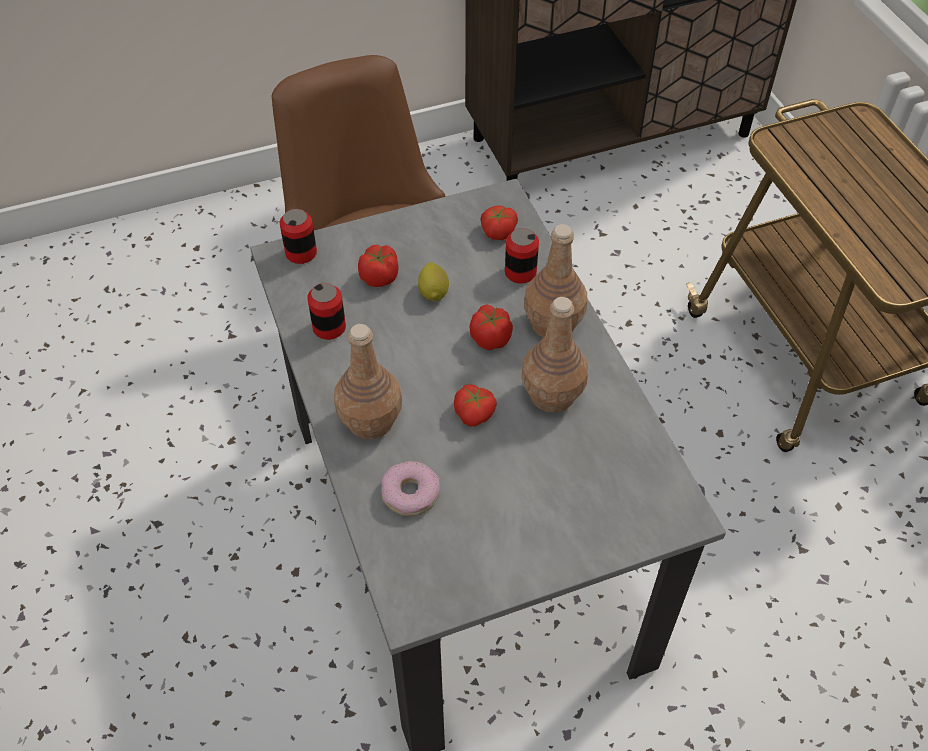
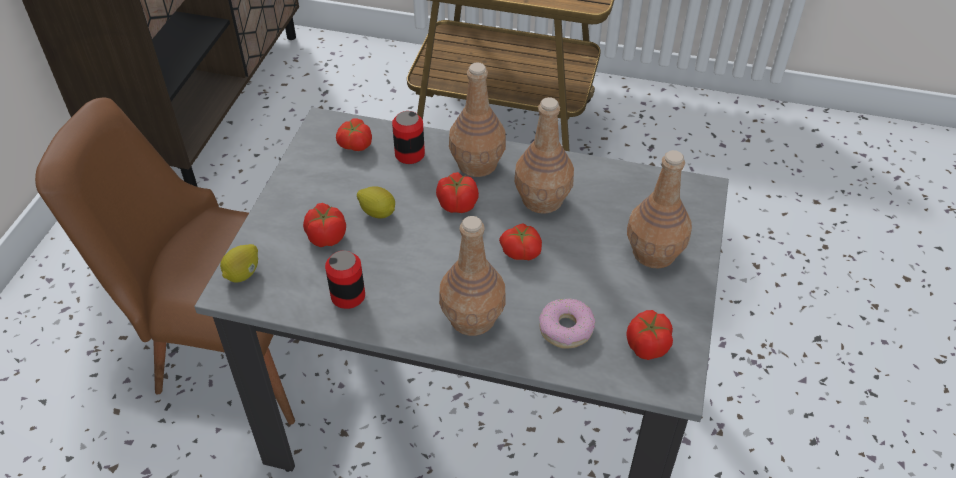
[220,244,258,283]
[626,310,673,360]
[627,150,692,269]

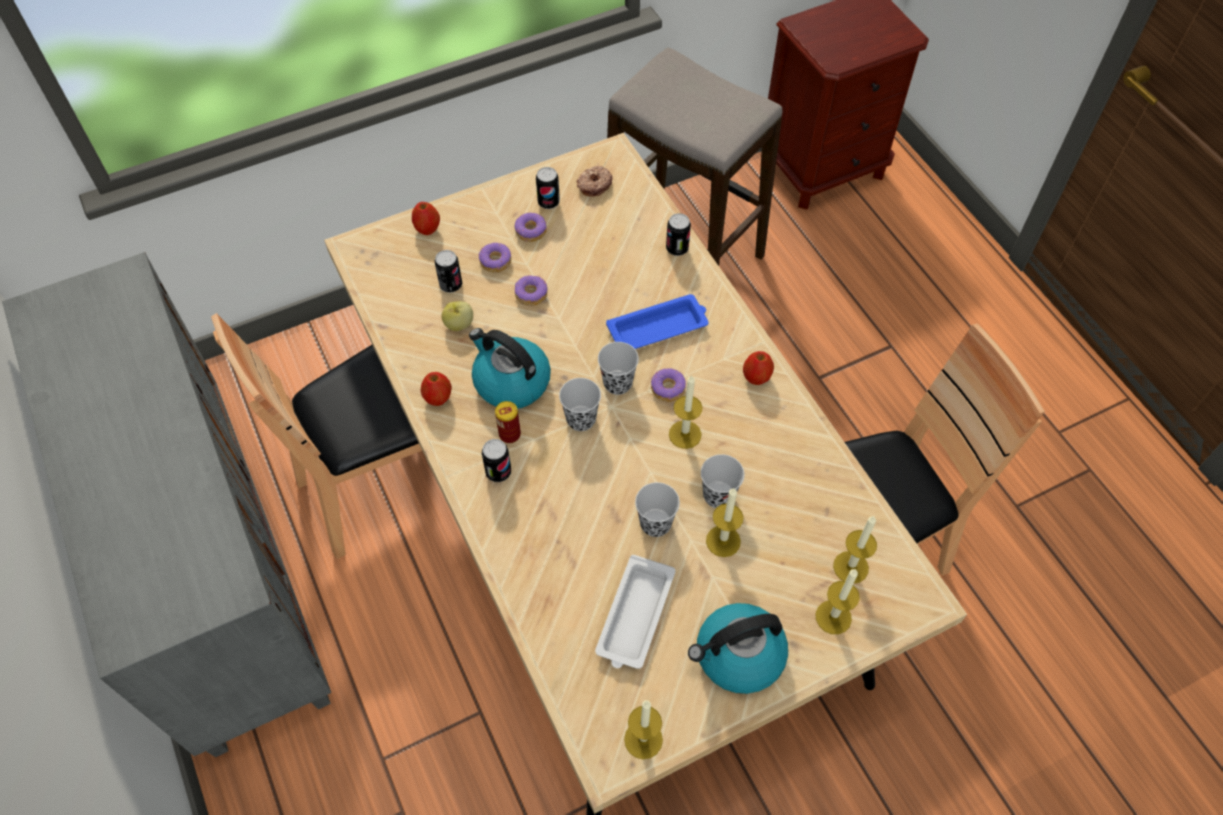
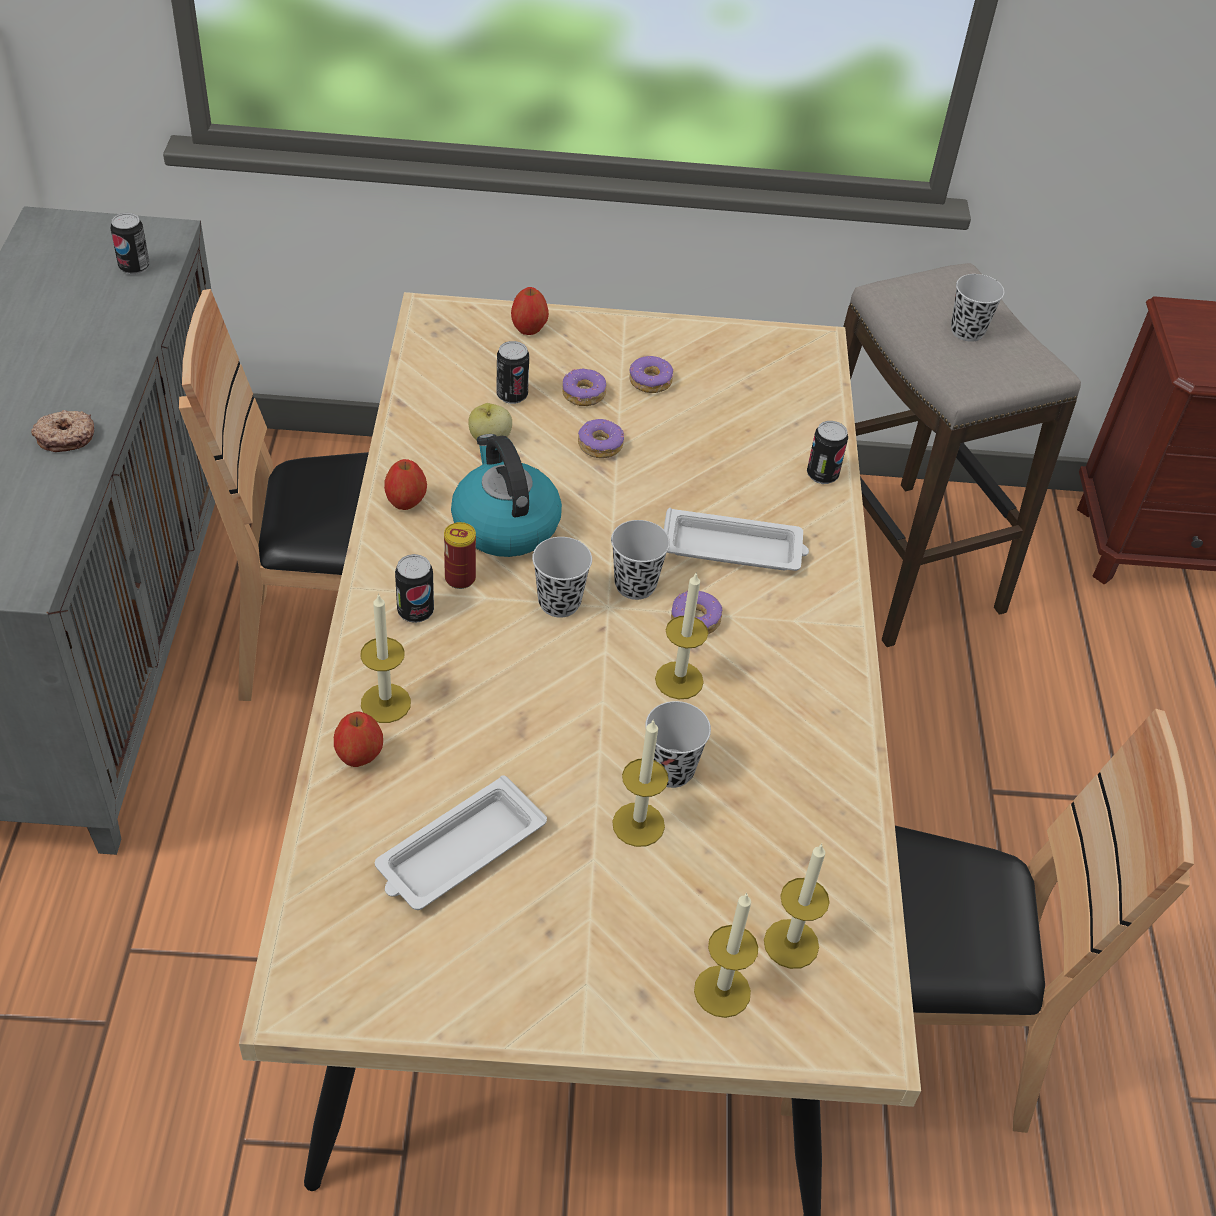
[31,410,94,452]
[110,213,150,275]
[334,711,383,767]
[360,593,411,723]
[664,508,809,571]
[951,274,1004,342]
[688,603,788,694] (first image)

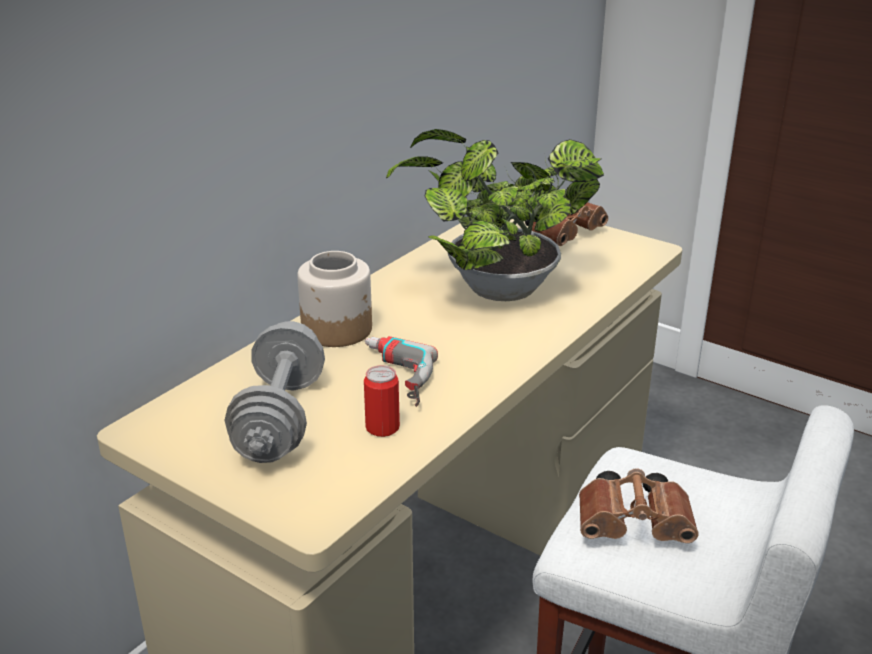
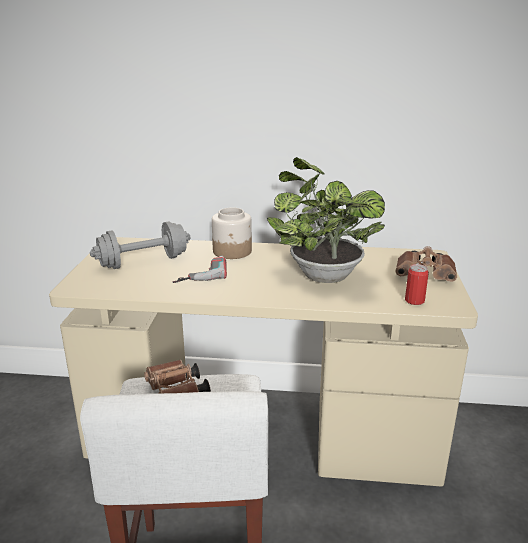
[405,264,429,305]

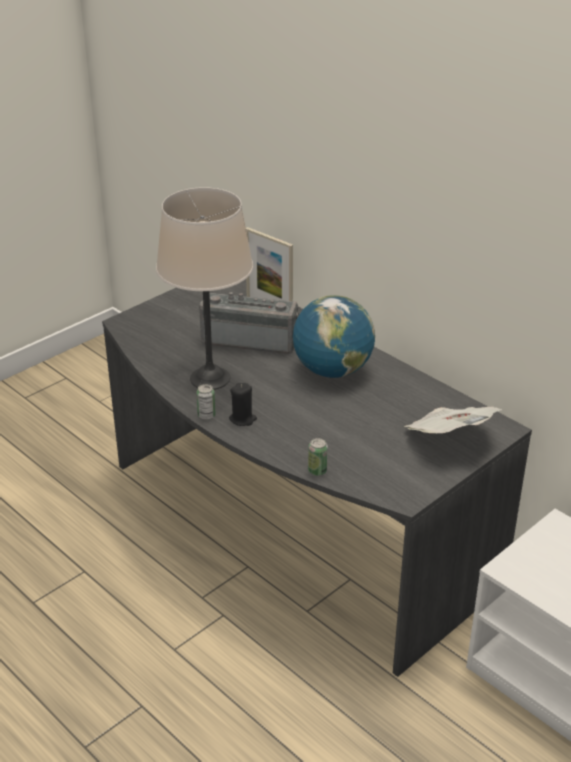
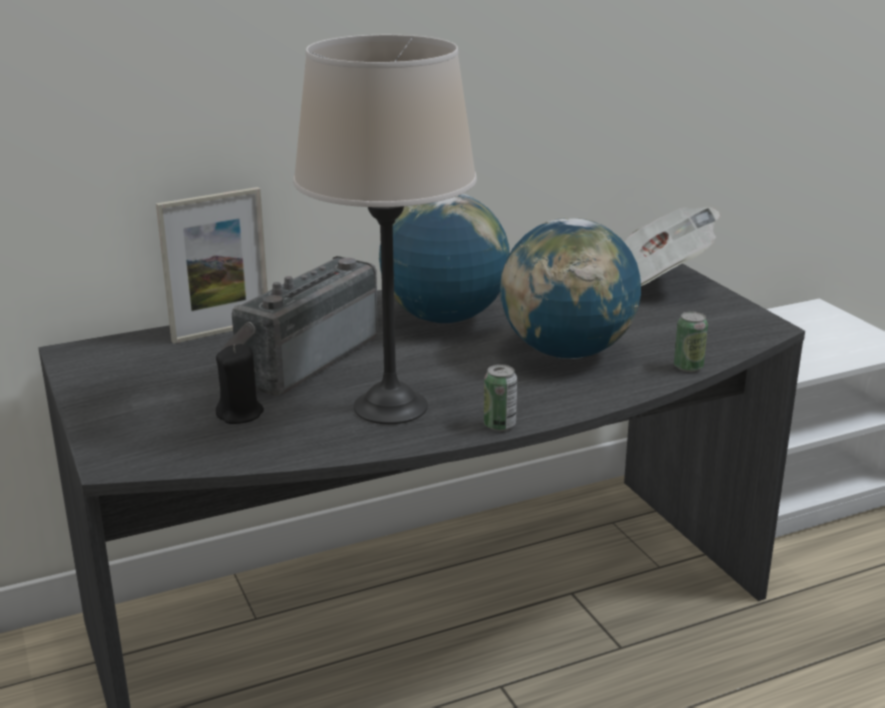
[216,344,264,424]
[500,218,641,359]

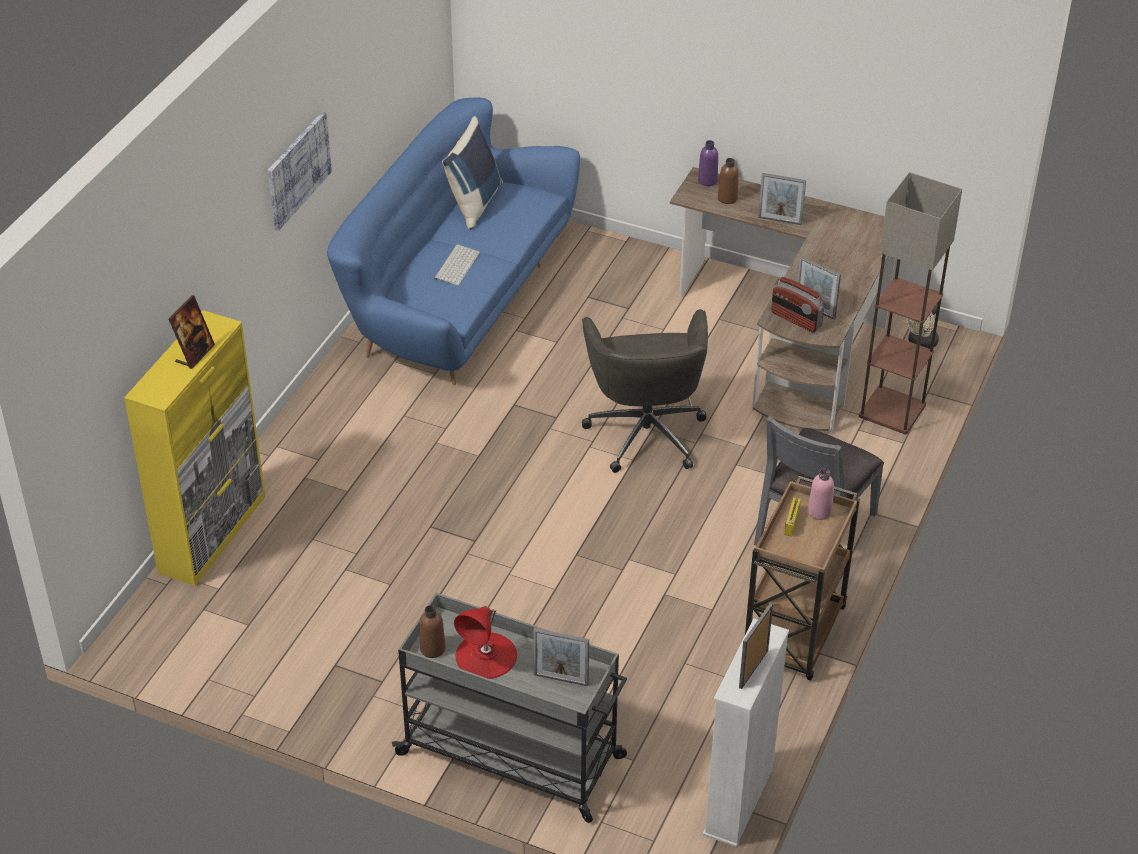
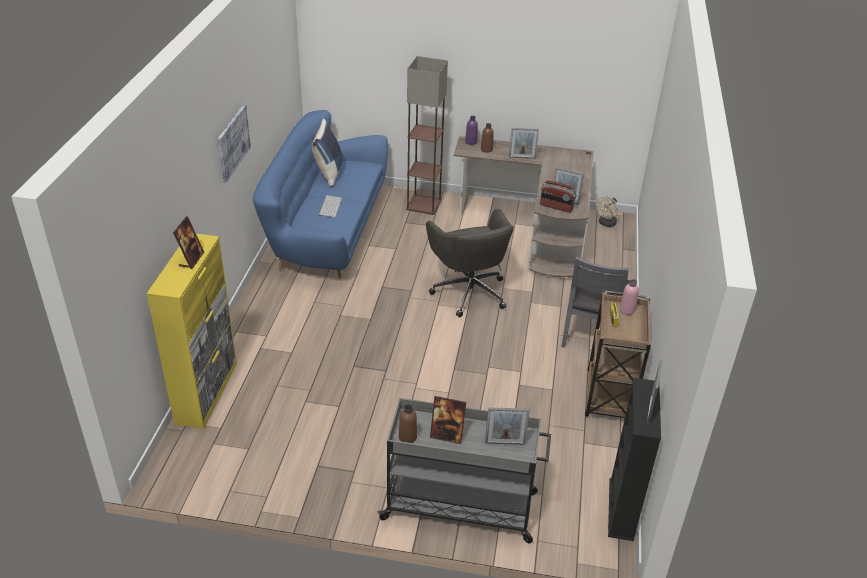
[406,56,448,215]
[430,396,466,444]
[608,378,661,541]

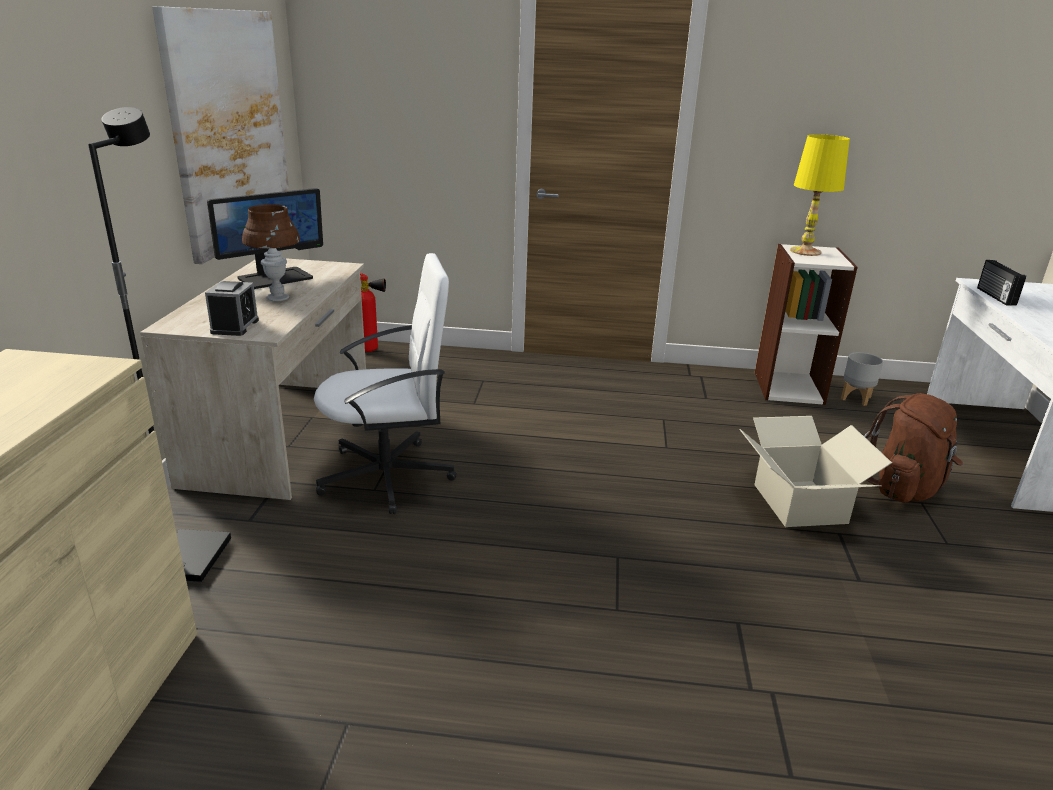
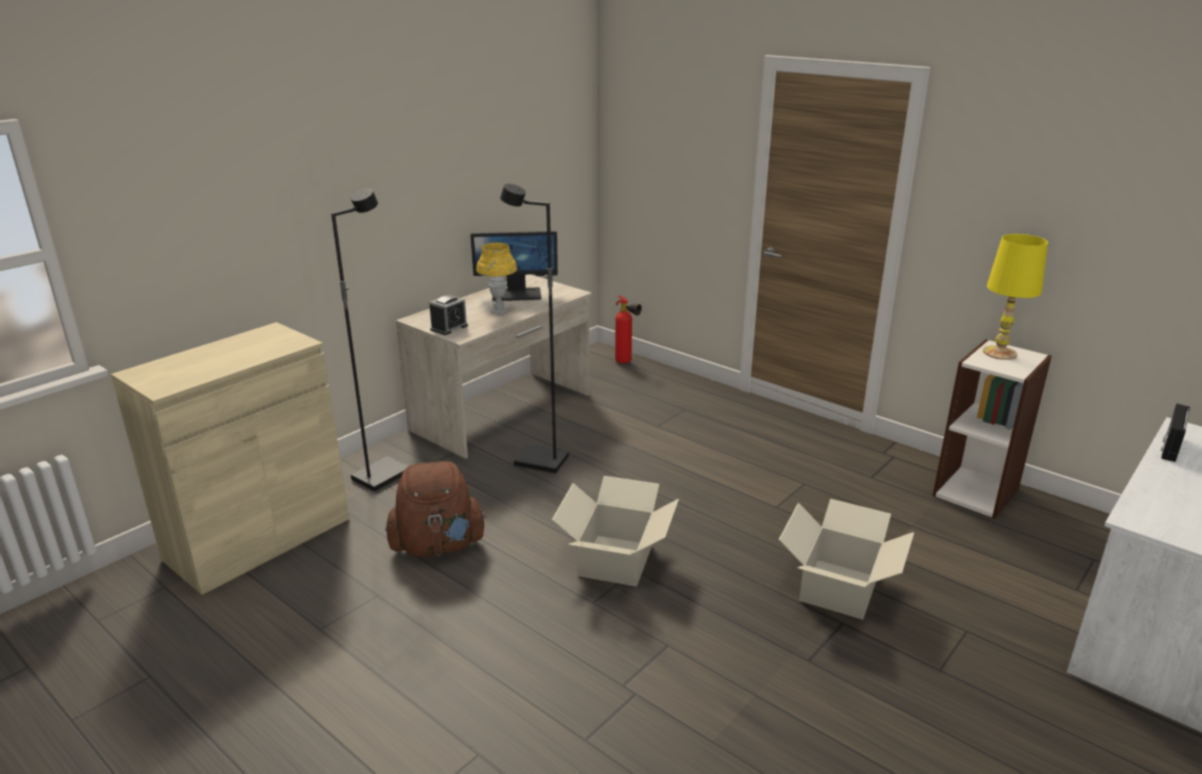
[386,461,486,557]
[476,243,517,314]
[500,184,569,474]
[552,476,679,587]
[152,6,289,264] (first image)
[841,352,883,406] (first image)

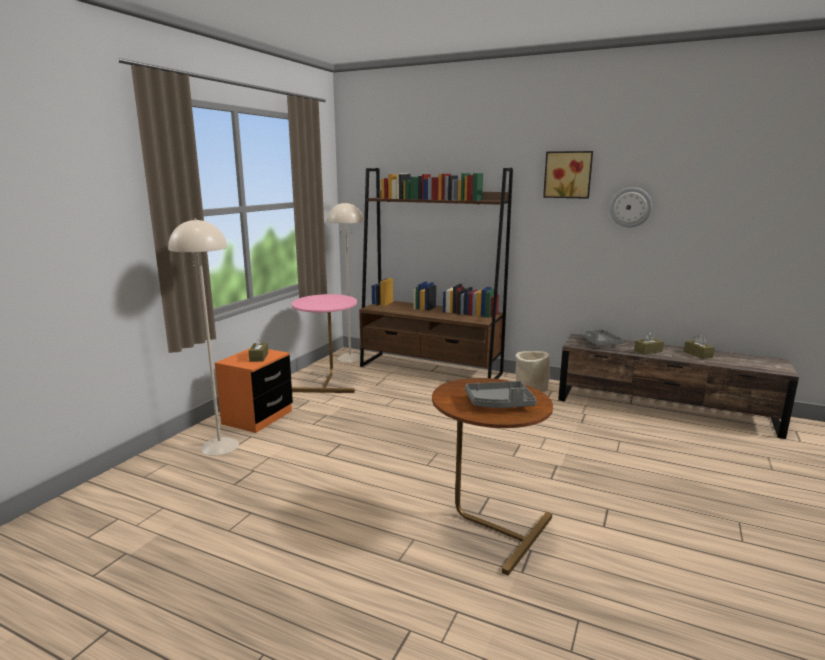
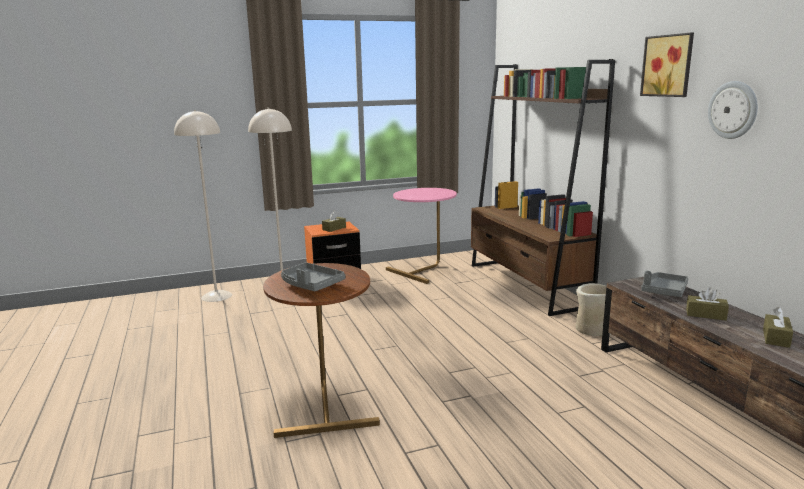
[174,110,232,302]

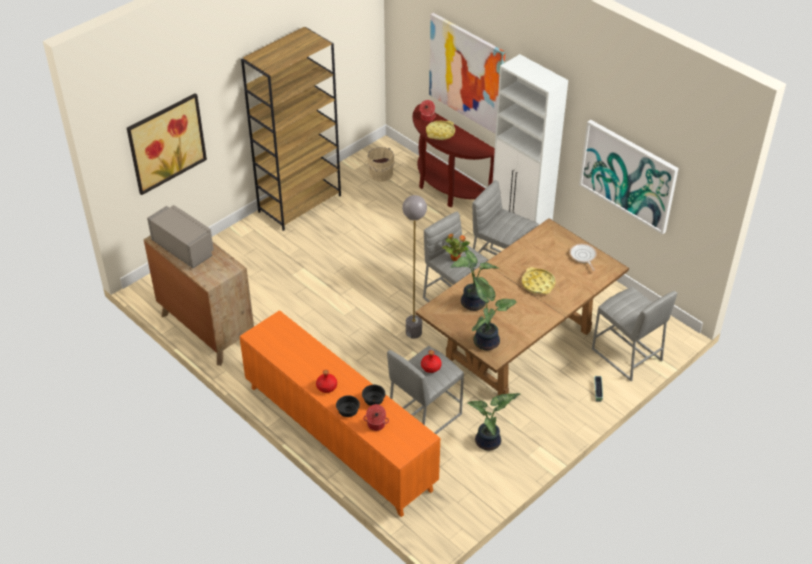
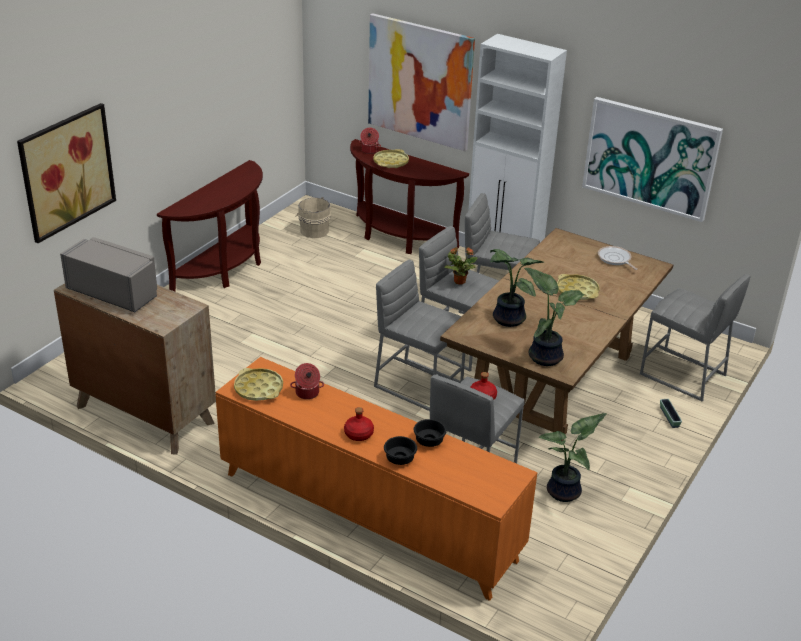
[157,160,263,292]
[234,368,283,401]
[290,363,324,399]
[374,260,465,411]

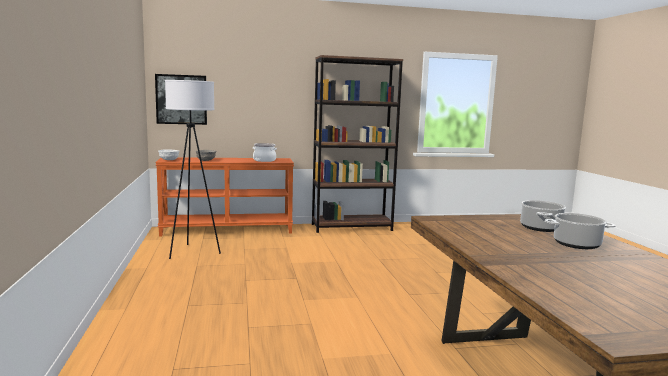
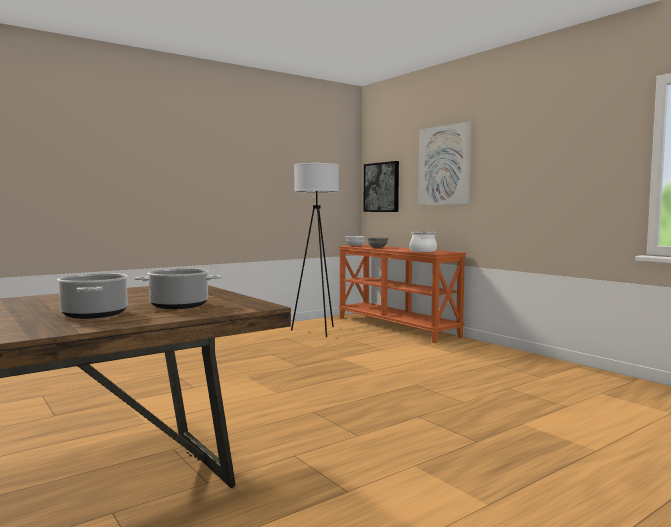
[418,121,472,205]
[312,55,403,233] (first image)

